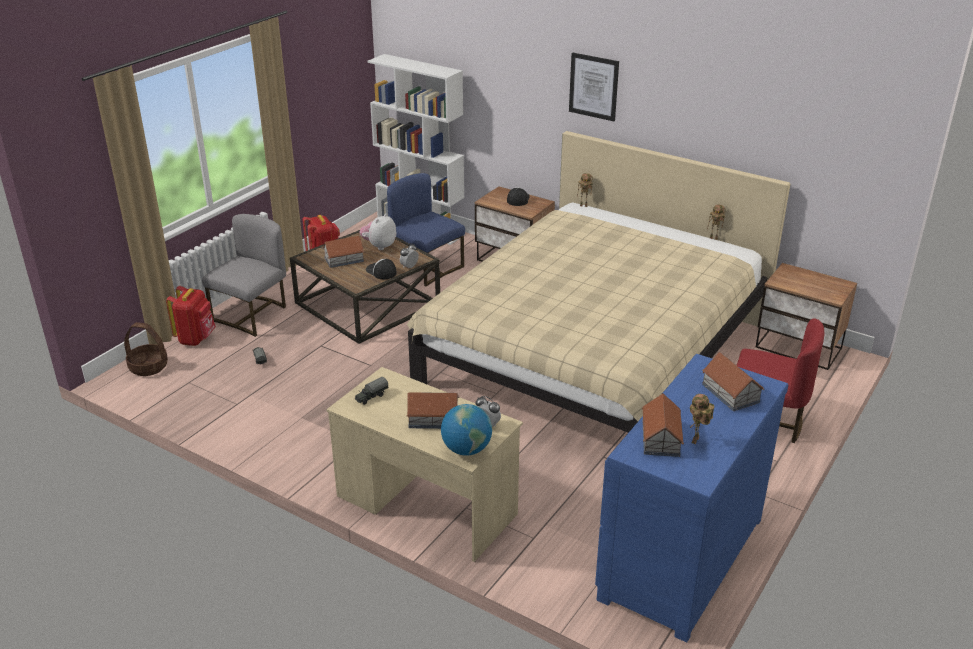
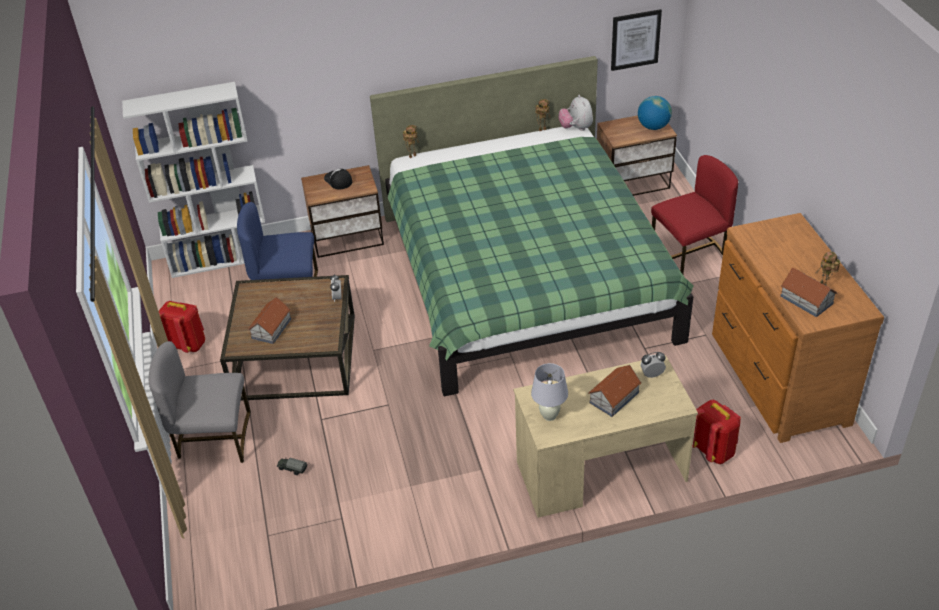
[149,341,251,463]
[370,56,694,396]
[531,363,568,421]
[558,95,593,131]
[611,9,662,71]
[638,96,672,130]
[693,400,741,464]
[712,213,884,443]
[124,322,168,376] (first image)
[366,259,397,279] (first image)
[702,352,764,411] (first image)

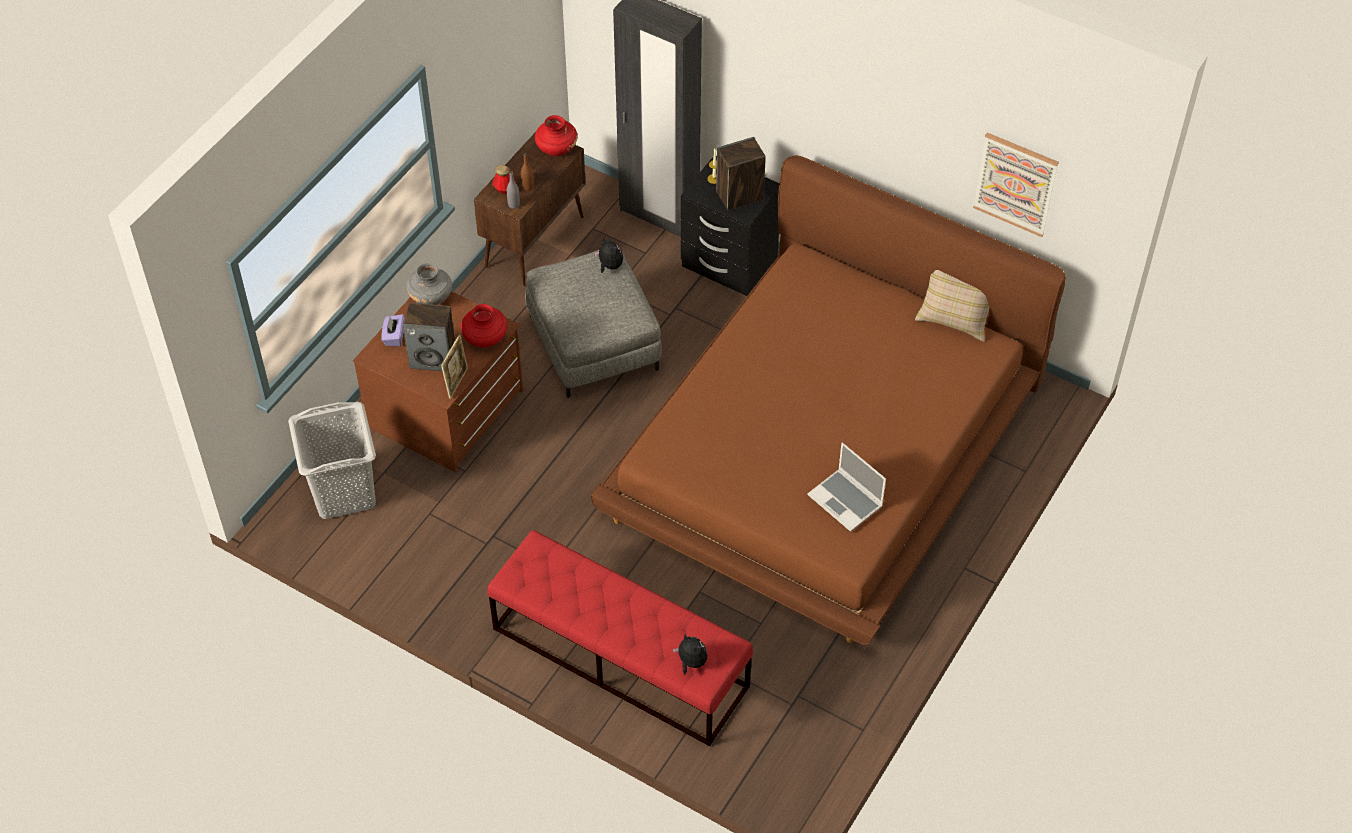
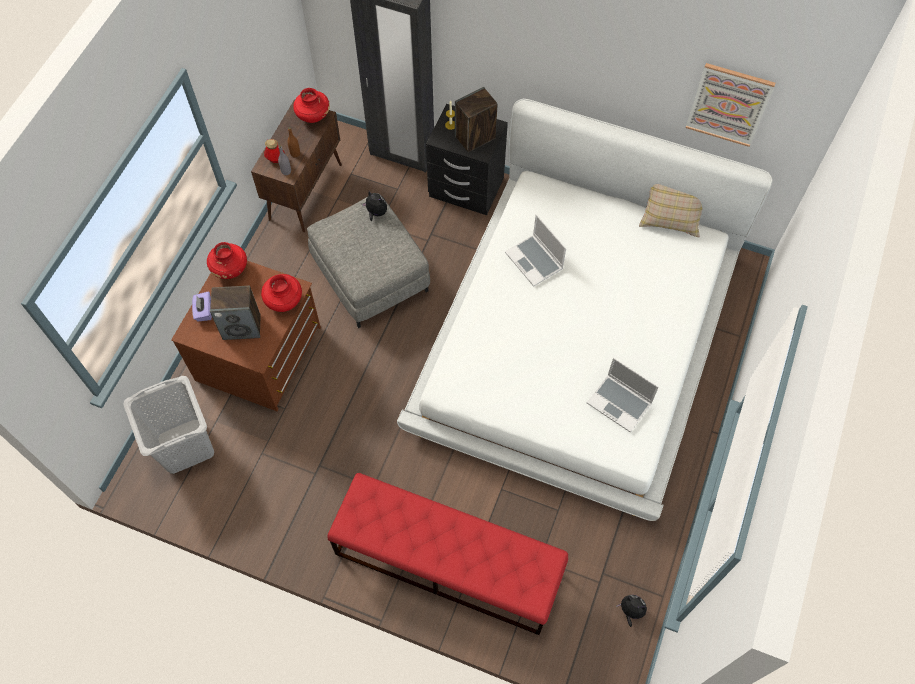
[207,242,247,279]
[397,99,773,521]
[505,214,566,287]
[616,595,647,627]
[441,335,468,399] (first image)

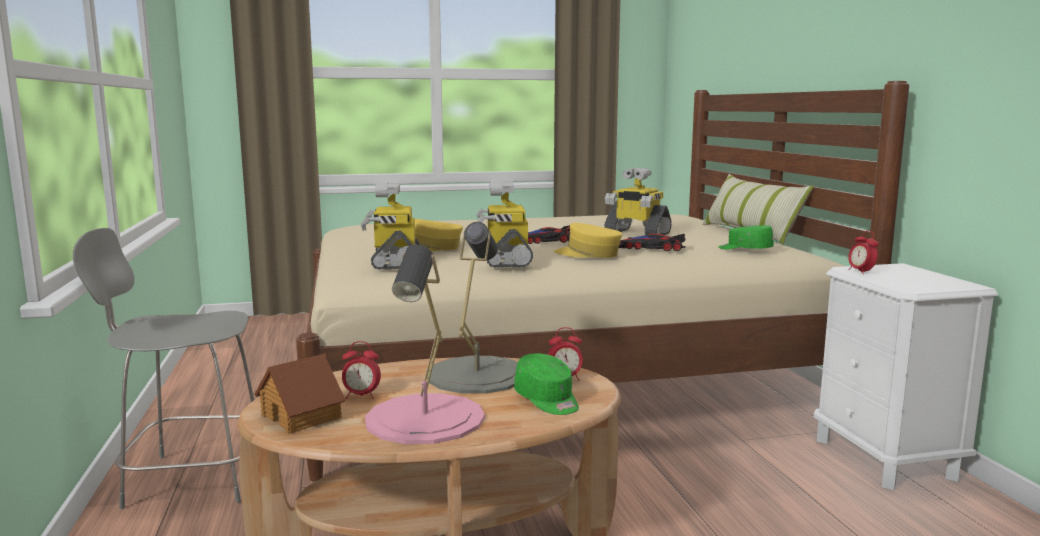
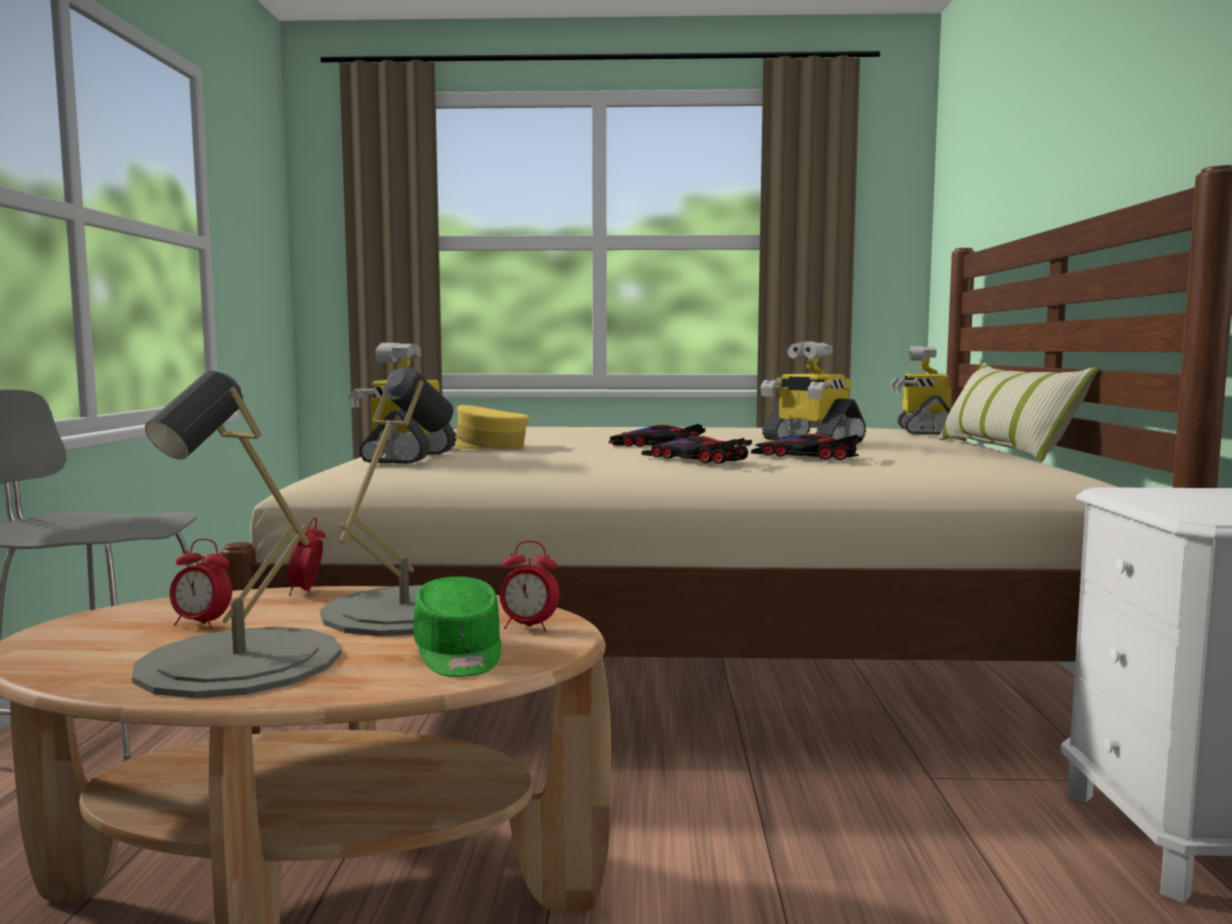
[132,371,341,698]
[287,518,325,596]
[641,436,752,464]
[890,346,951,435]
[255,354,345,434] (first image)
[719,225,774,250] (first image)

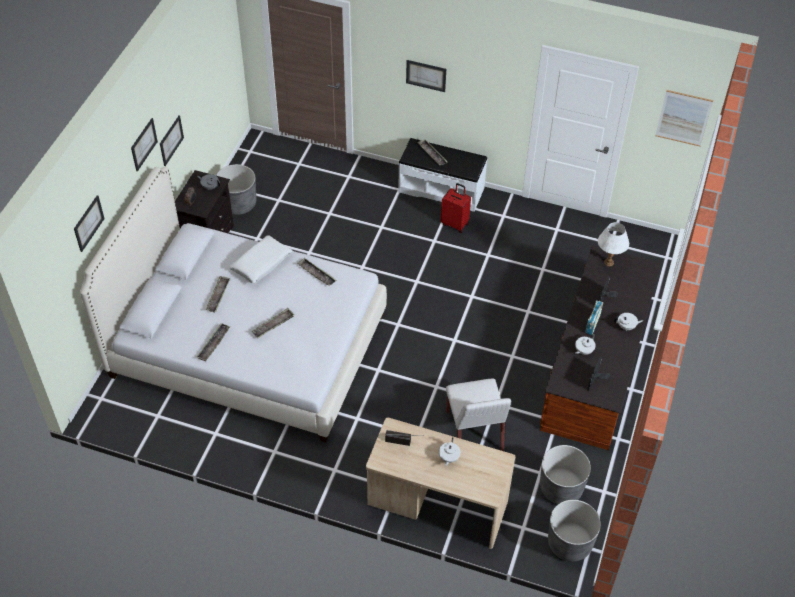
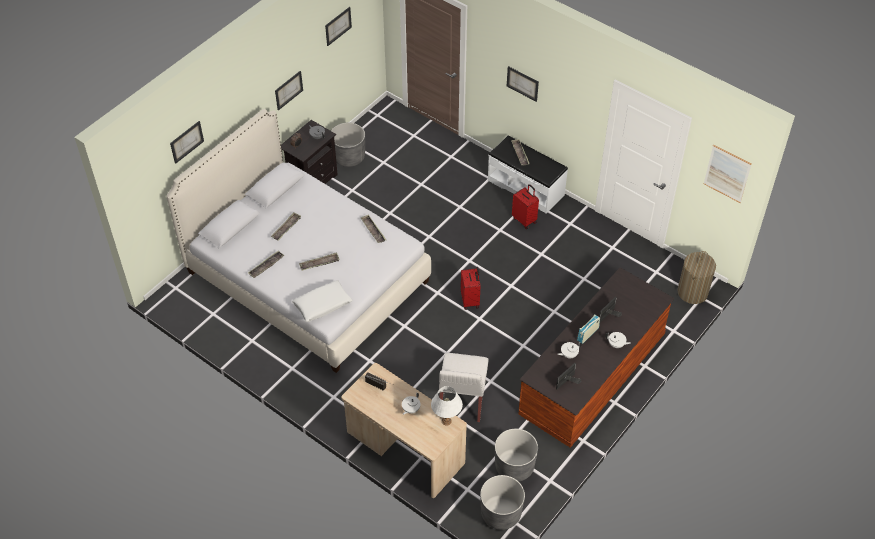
[292,280,353,322]
[325,7,352,46]
[431,386,463,426]
[461,267,480,310]
[677,251,716,304]

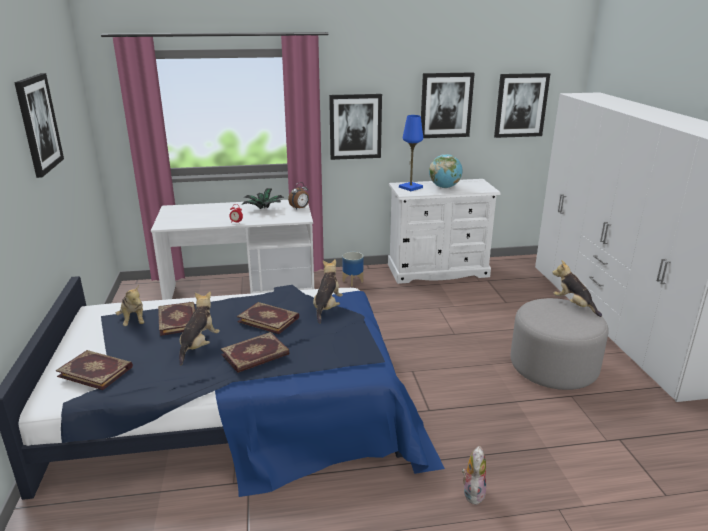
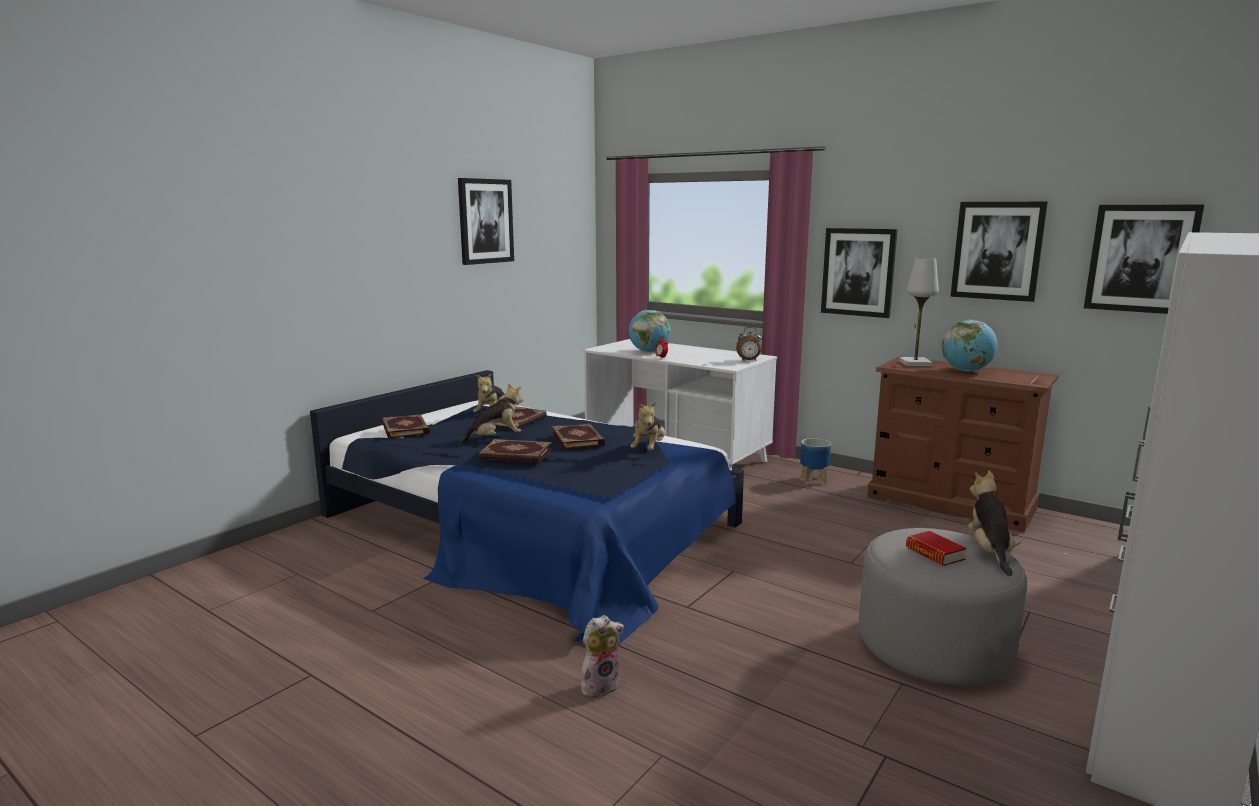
[628,310,671,352]
[630,401,665,451]
[867,357,1059,532]
[899,258,939,367]
[906,531,966,566]
[242,188,284,209] (first image)

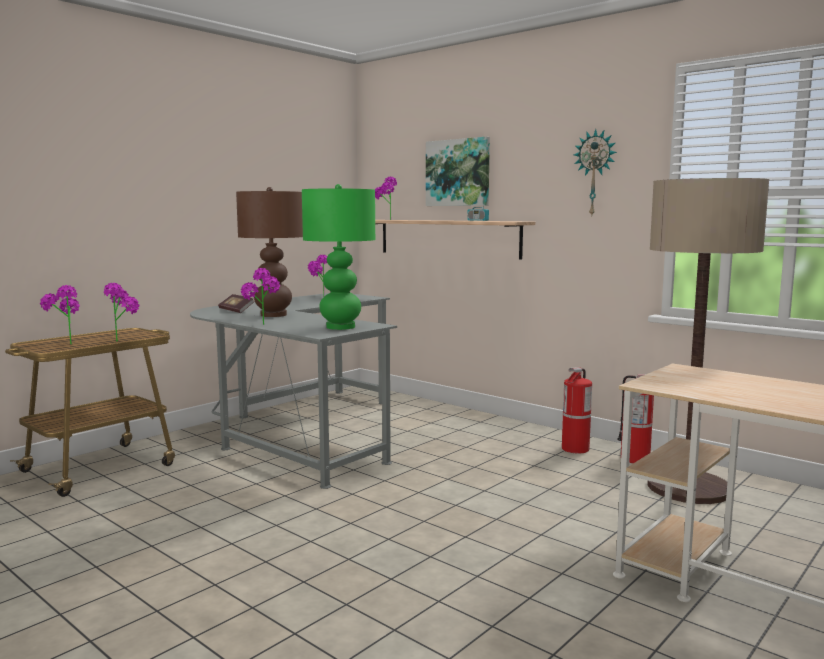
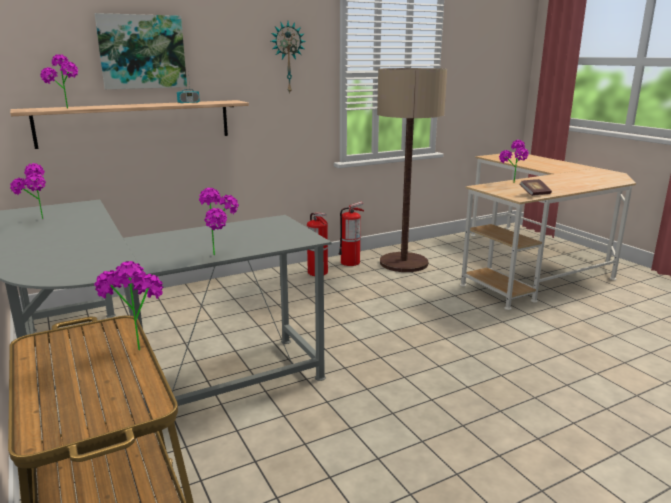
[499,140,529,183]
[519,179,552,196]
[236,187,303,317] (first image)
[302,184,375,330] (first image)

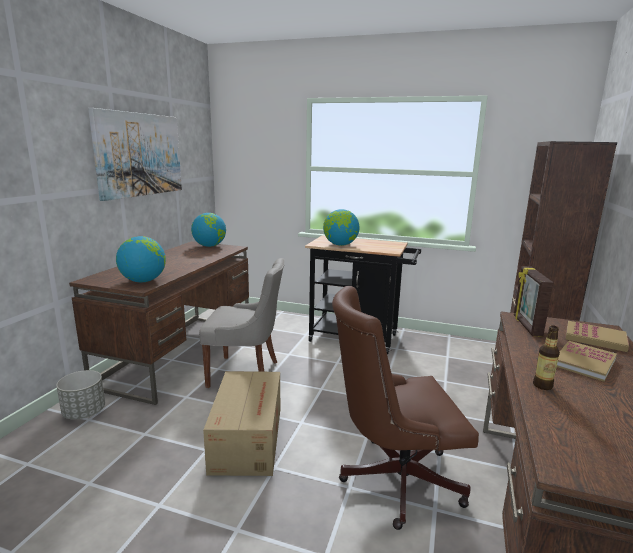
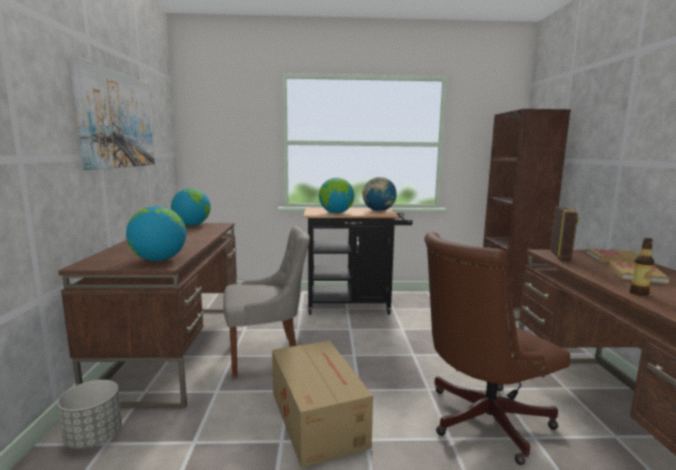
[362,177,397,211]
[550,206,579,262]

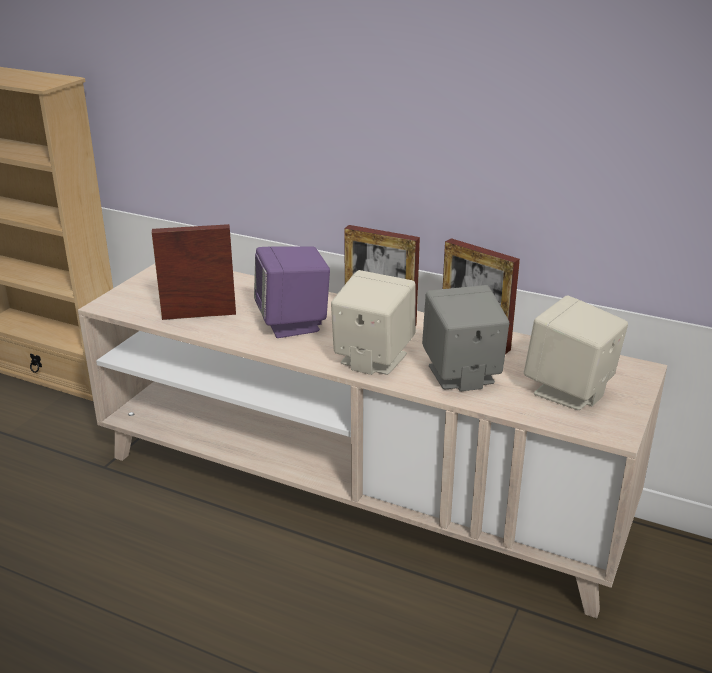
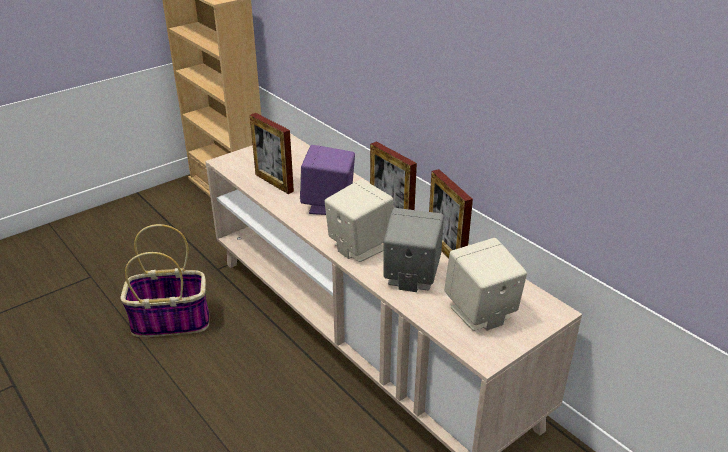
[120,224,209,337]
[250,113,294,194]

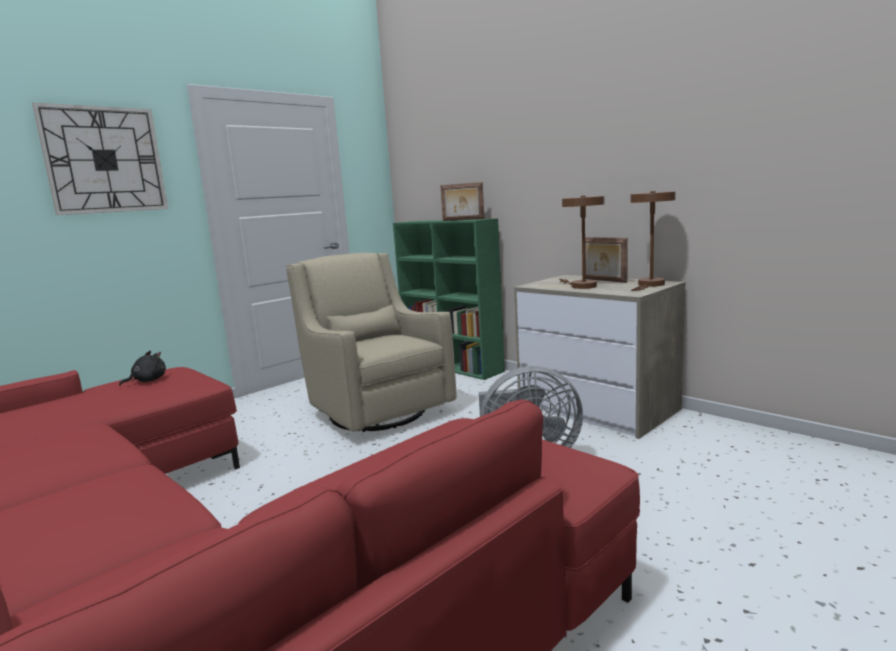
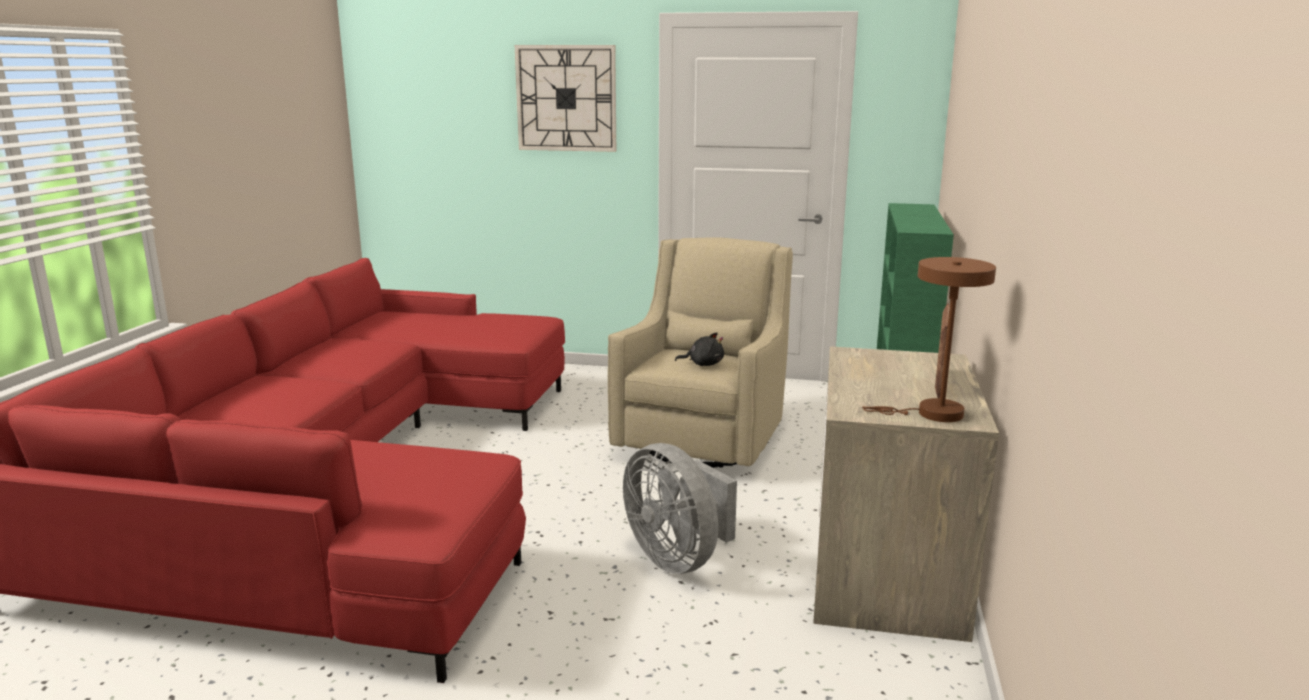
[675,332,724,366]
[440,182,484,221] (first image)
[560,196,605,289] (first image)

